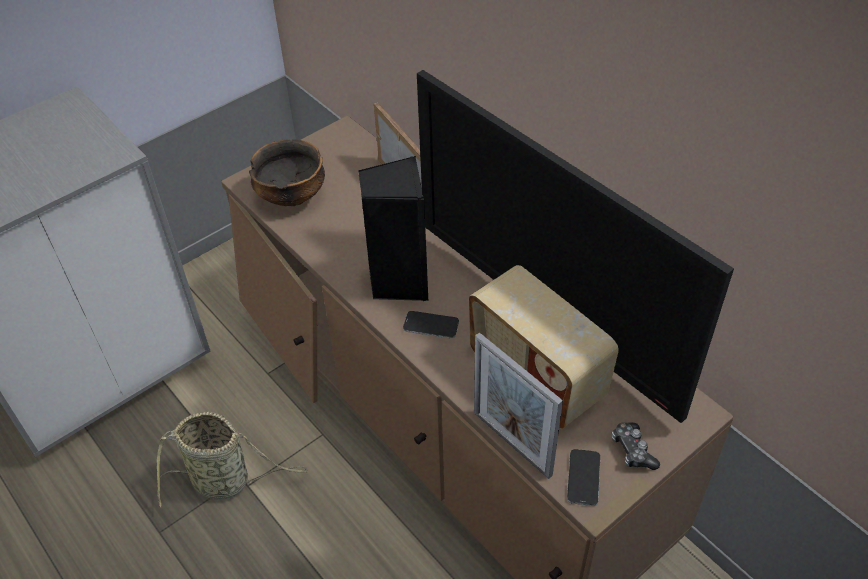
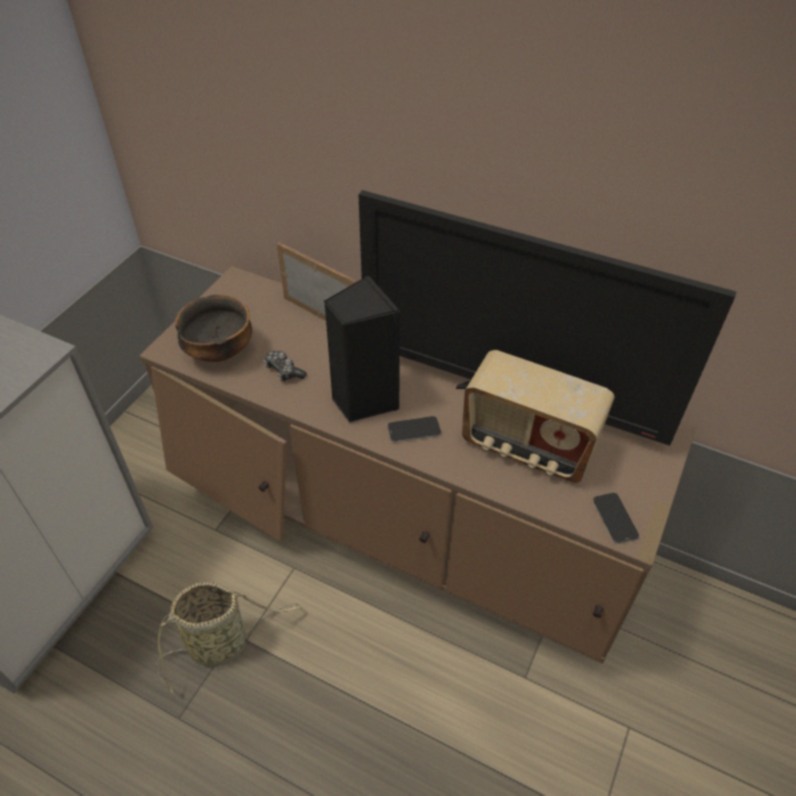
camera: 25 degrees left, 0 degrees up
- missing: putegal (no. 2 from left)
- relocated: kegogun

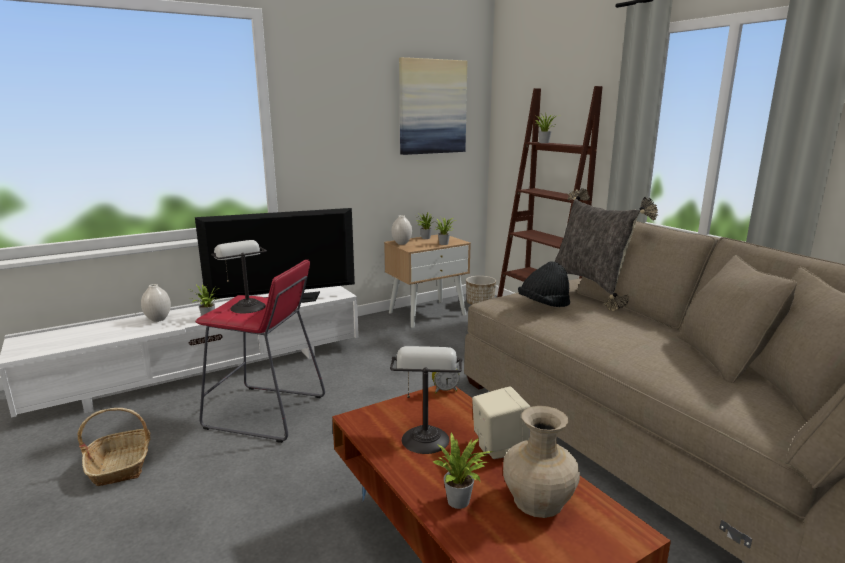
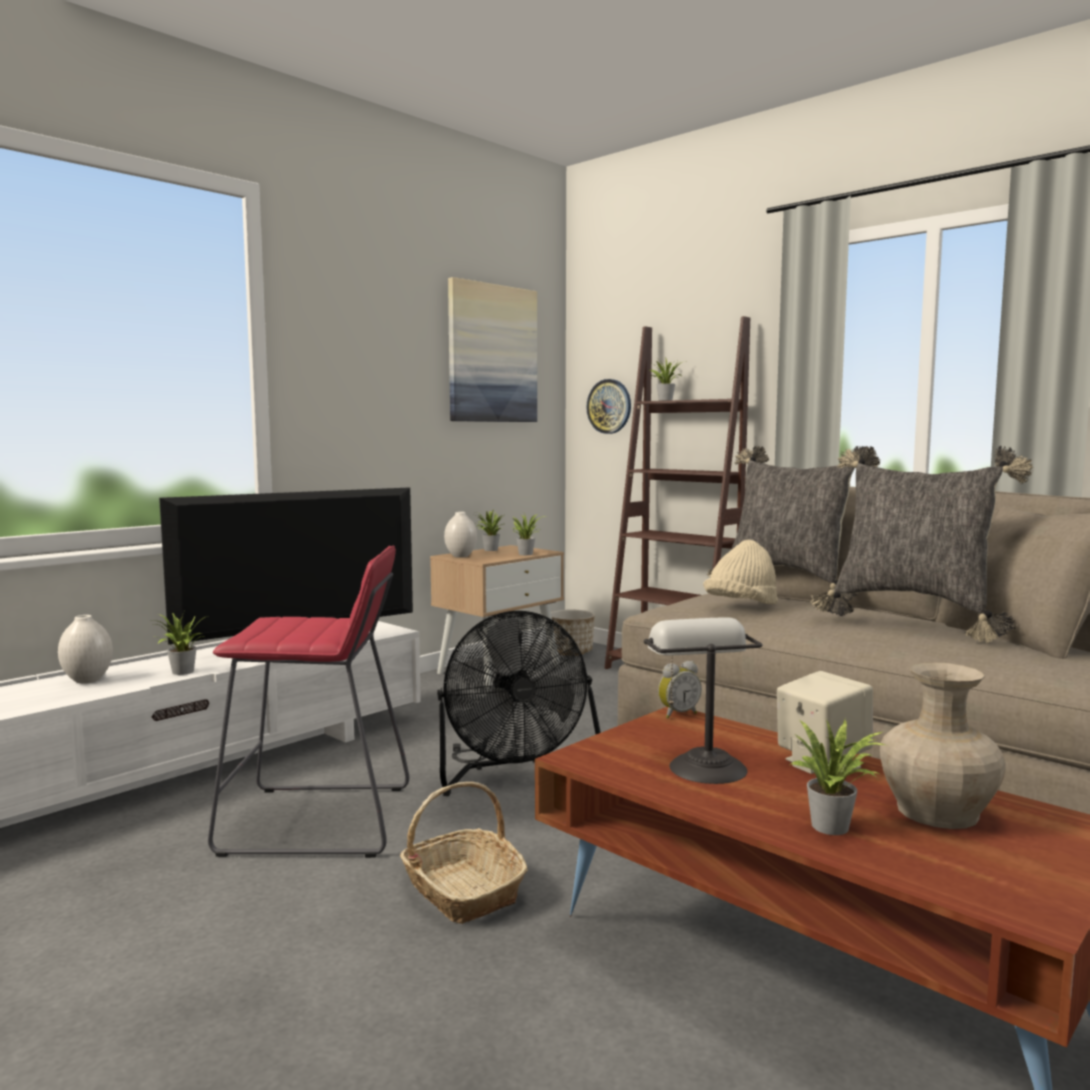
camera: 15 degrees left, 10 degrees down
- missing: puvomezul (no. 1 from left)
- appeared: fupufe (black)
- appeared: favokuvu
- appeared: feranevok (no. 2 from left)
- relocated: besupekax
- colour: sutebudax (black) to sutebudax (beige)

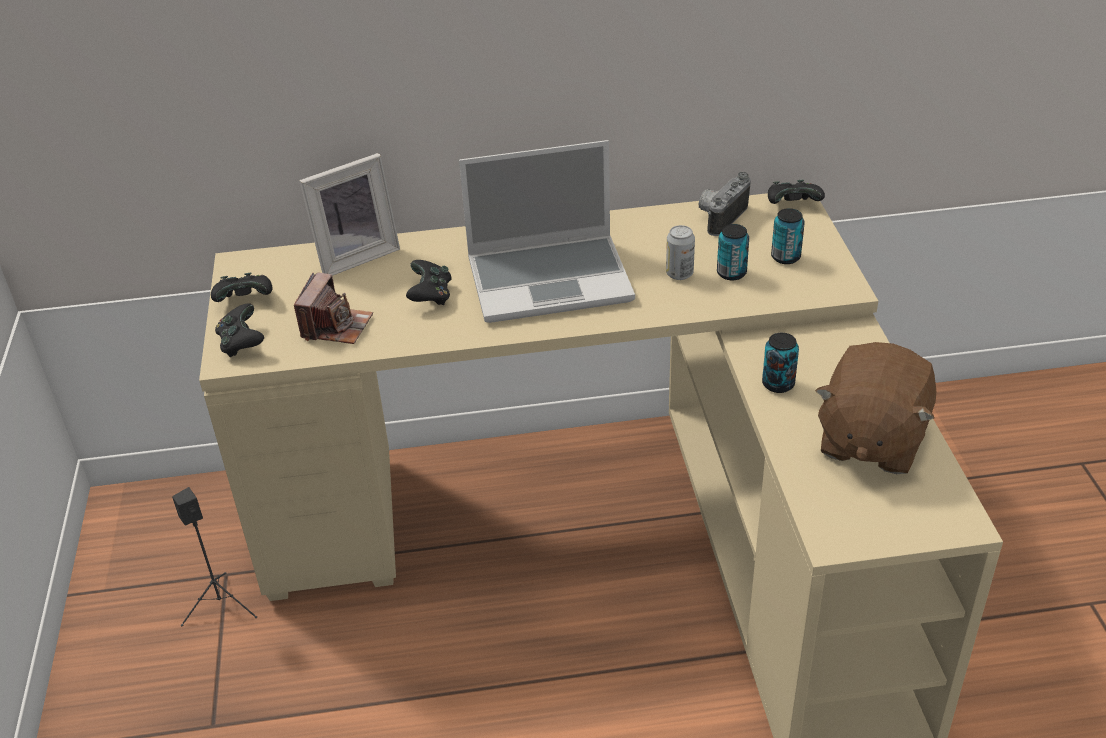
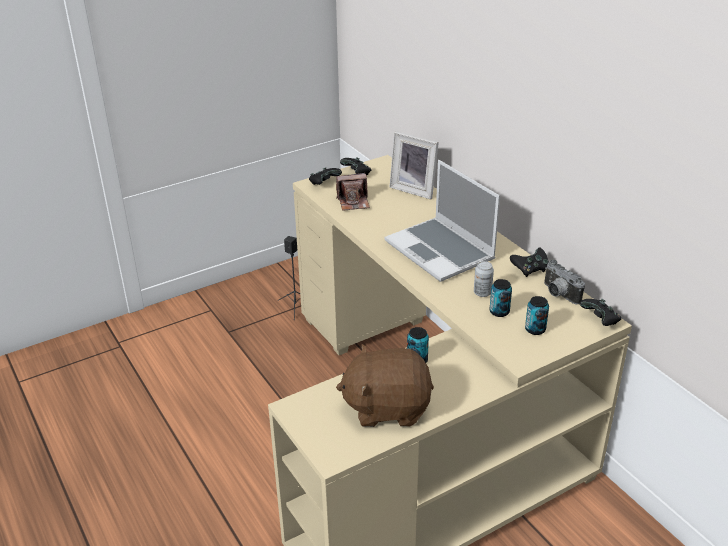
camera: 65 degrees right, 5 degrees down
- relocated: kegogun (black) (no. 3 from left)
- spun: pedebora (no. 2 from left) 135 degrees counterclockwise

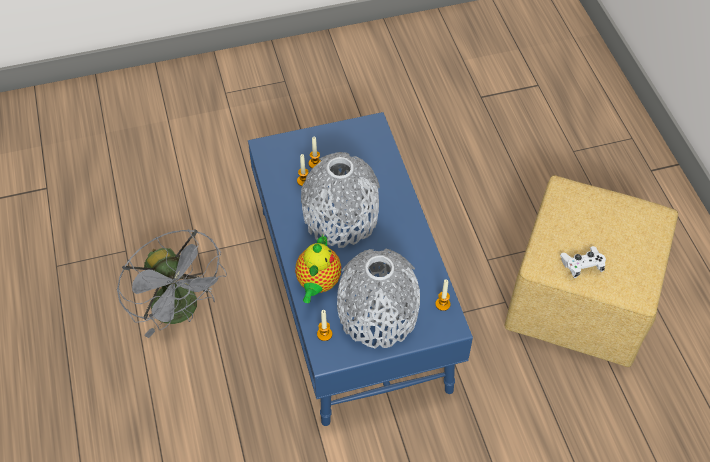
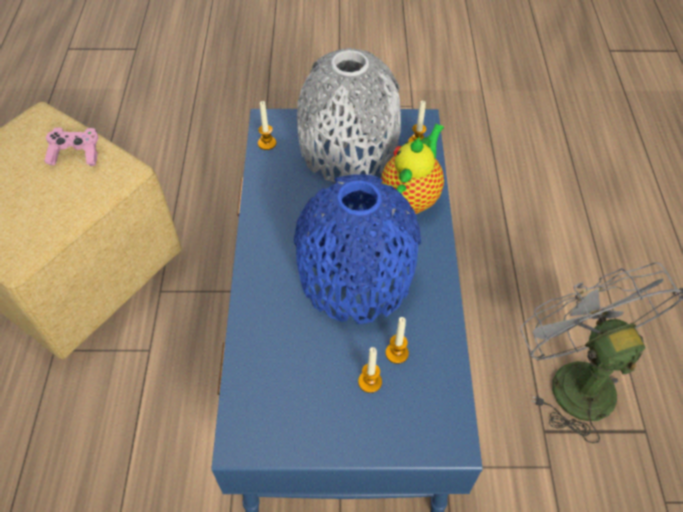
camera: 165 degrees left, 0 degrees up
- colour: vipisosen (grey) (no. 1 from left) to vipisosen (blue)
- colour: kegogun (white) to kegogun (pink)

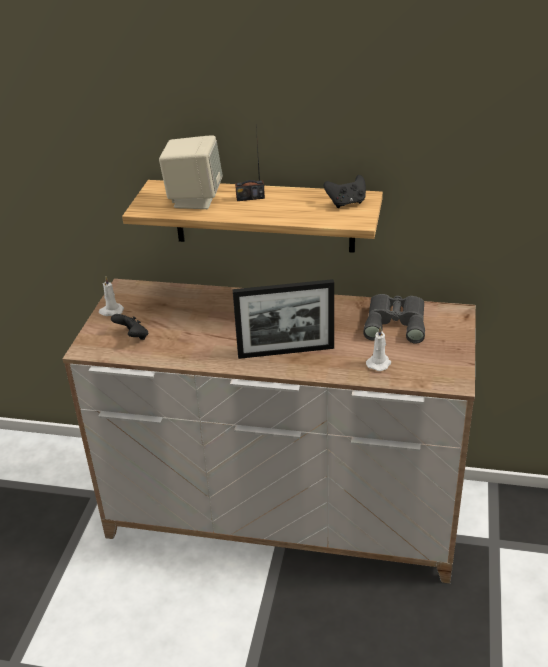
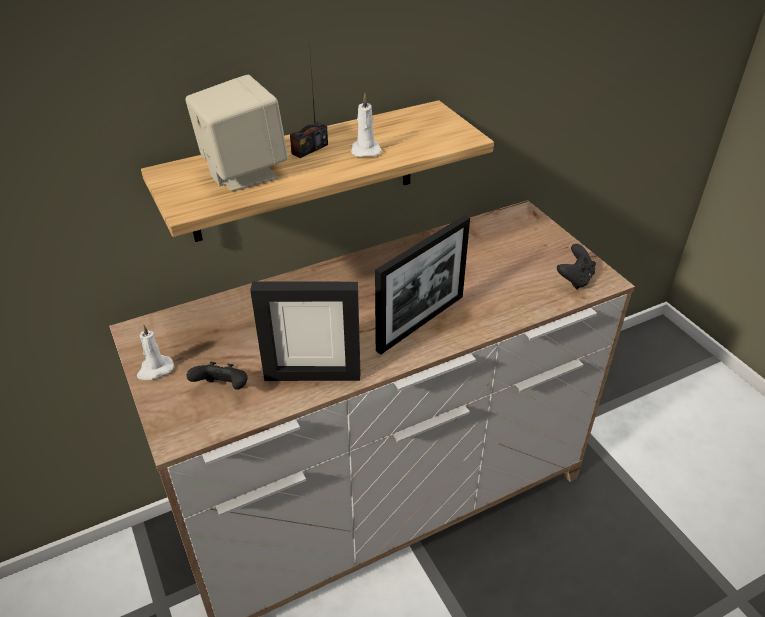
camera: 40 degrees left, 5 degrees up
- missing: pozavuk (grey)
- appeared: putegal (no. 1 from left)
- relocated: kegogun (black) (no. 2 from left)
- relocated: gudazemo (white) (no. 2 from left)

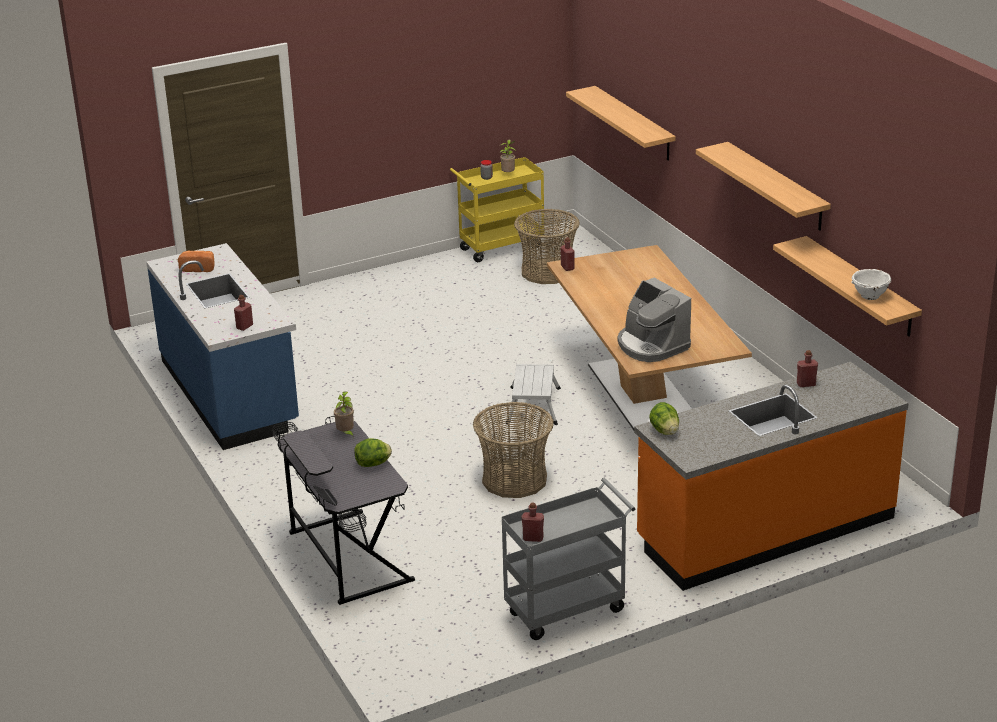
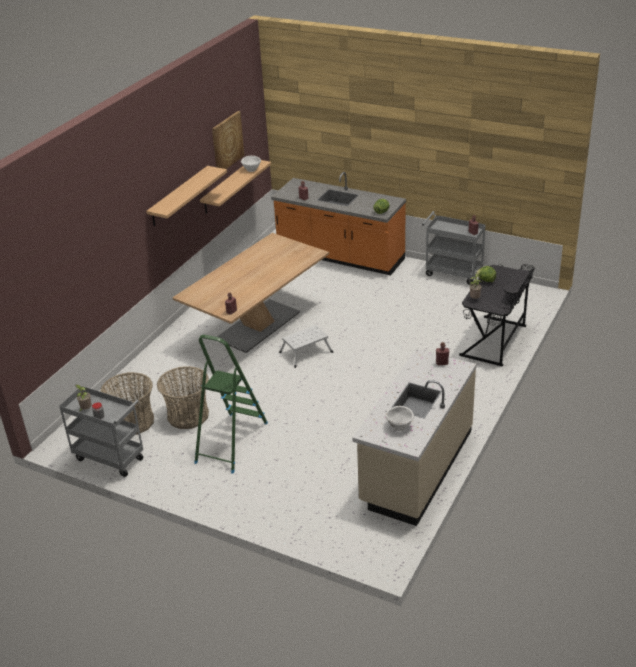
camera: 125 degrees left, 5 degrees up
- missing: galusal (no. 1 from left)
- missing: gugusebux
- appeared: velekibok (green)
- appeared: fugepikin
- relocated: besupekax (no. 1 from left in the first image) to besupekax (no. 2 from left)
- exchanged: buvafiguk to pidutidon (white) (no. 2 from left)
- colour: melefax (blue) to melefax (beige)
- colour: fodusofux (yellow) to fodusofux (grey) (no. 1 from left)

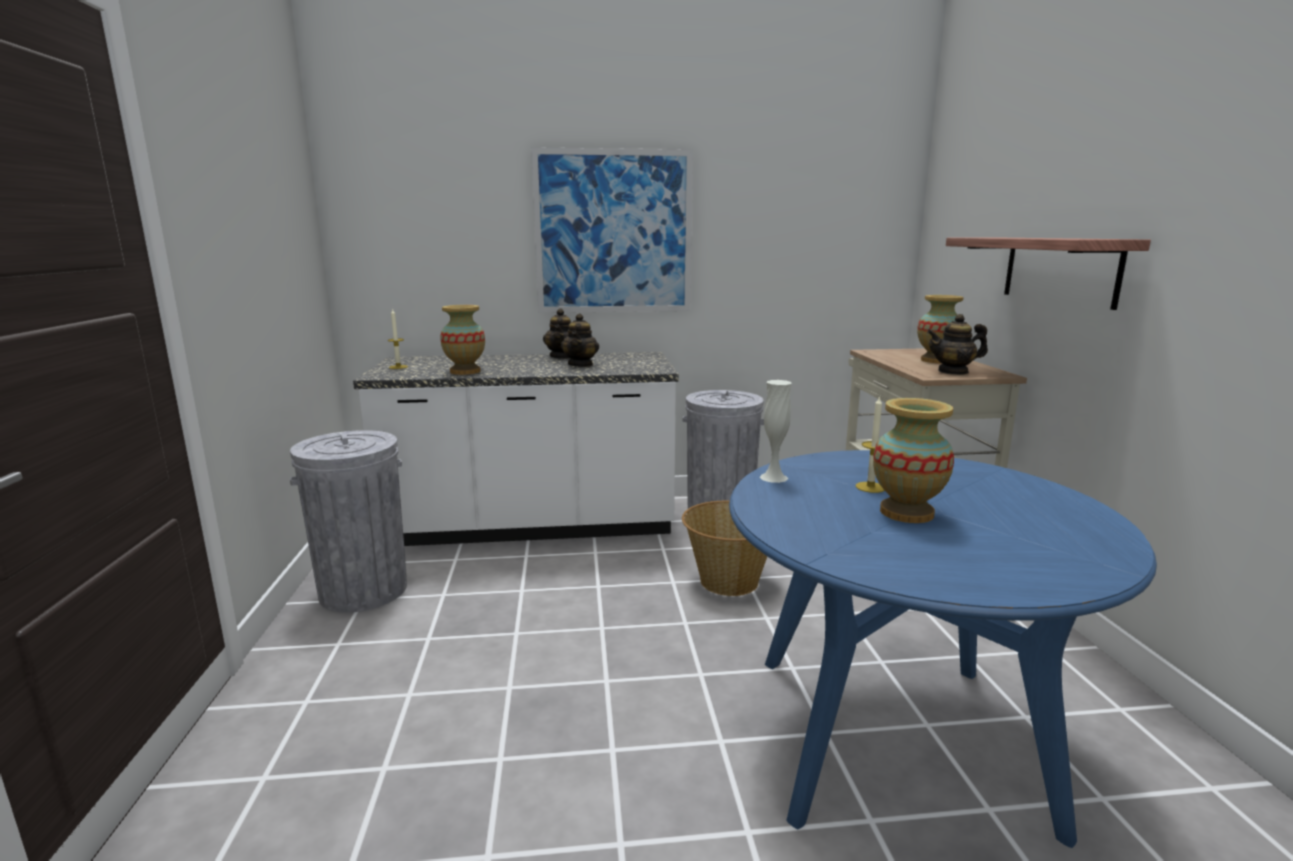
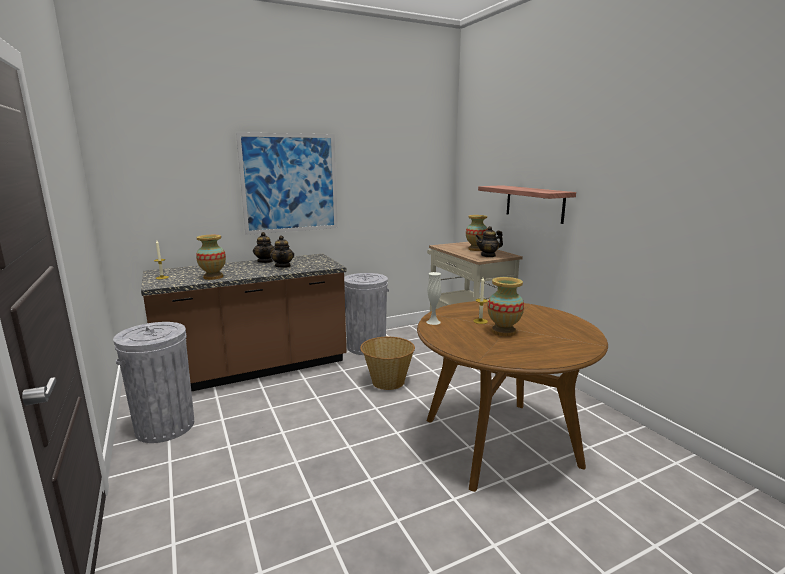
camera: 20 degrees left, 0 degrees up
- colour: melefax (white) to melefax (brown)
- colour: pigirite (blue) to pigirite (brown)

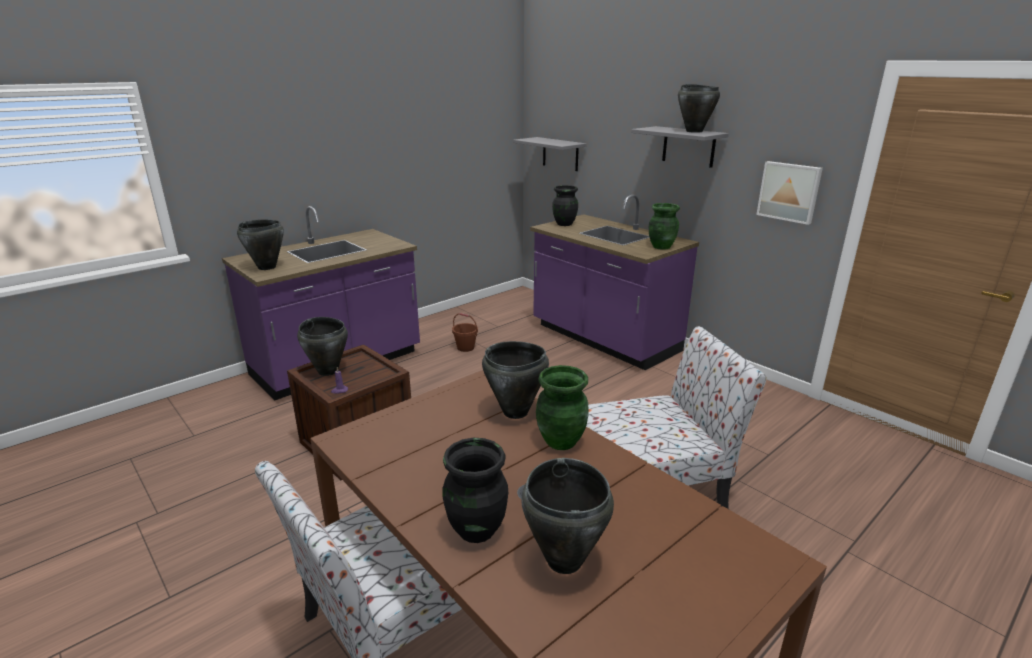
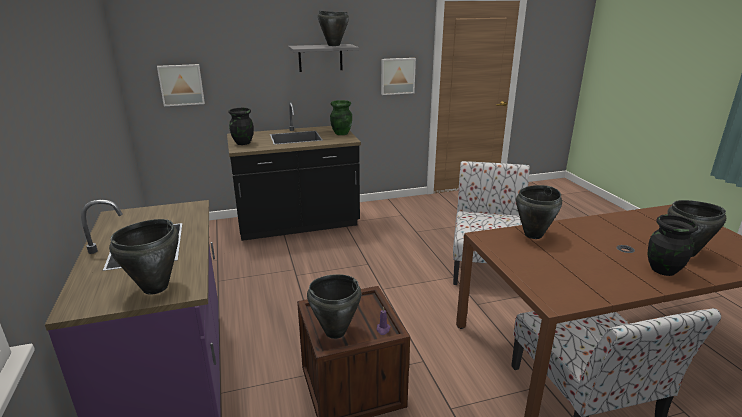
camera: 65 degrees left, 0 degrees up
- missing: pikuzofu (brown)
- missing: vipisosen (green) (no. 1 from left)
- exchanged: galusal (grey) (no. 1 from left) to fugepikin (no. 1 from left)
- colour: melefax (purple) (no. 2 from left) to melefax (black)

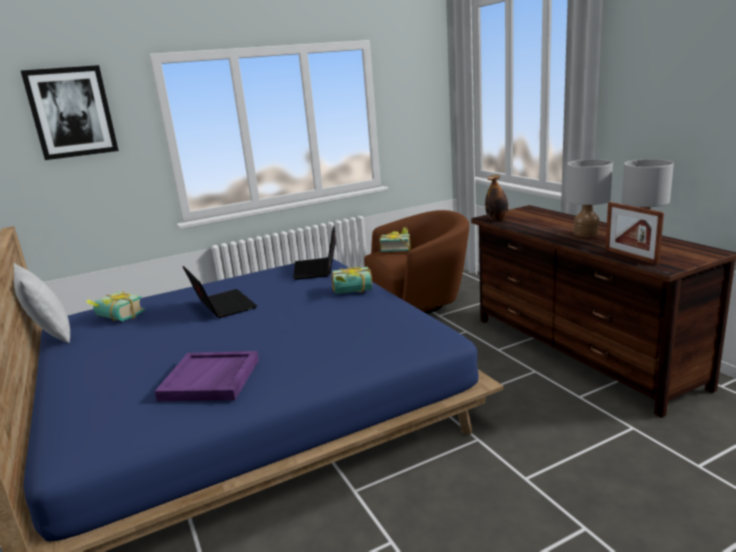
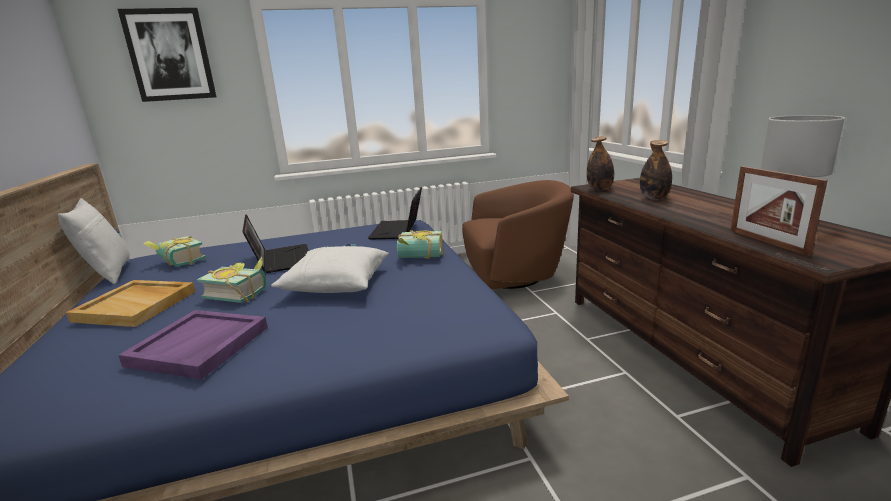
camera: 10 degrees right, 0 degrees up
- missing: puvomezul (grey) (no. 1 from left)
- appeared: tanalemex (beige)
- appeared: feranevok (grey) (no. 2 from left)
- appeared: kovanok (no. 2 from left)
- relocated: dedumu (no. 3 from left in the first image) to dedumu (no. 2 from left)

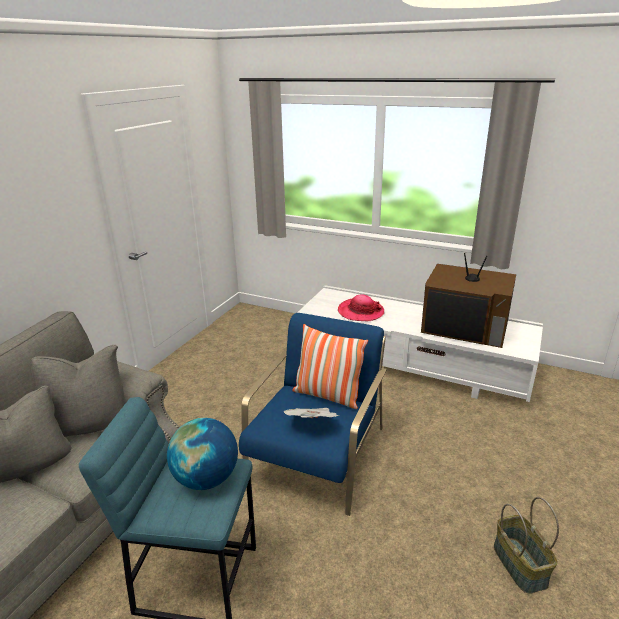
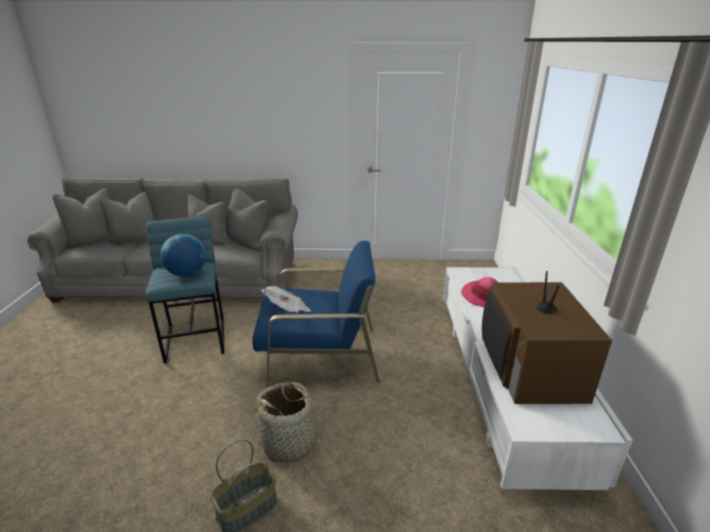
camera: 65 degrees right, 0 degrees up
- missing: feranevok
- appeared: besupekax (no. 2 from left)

